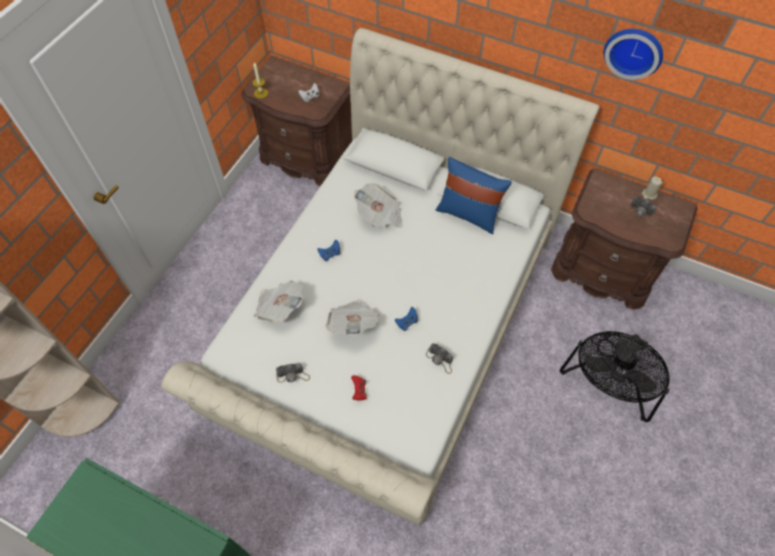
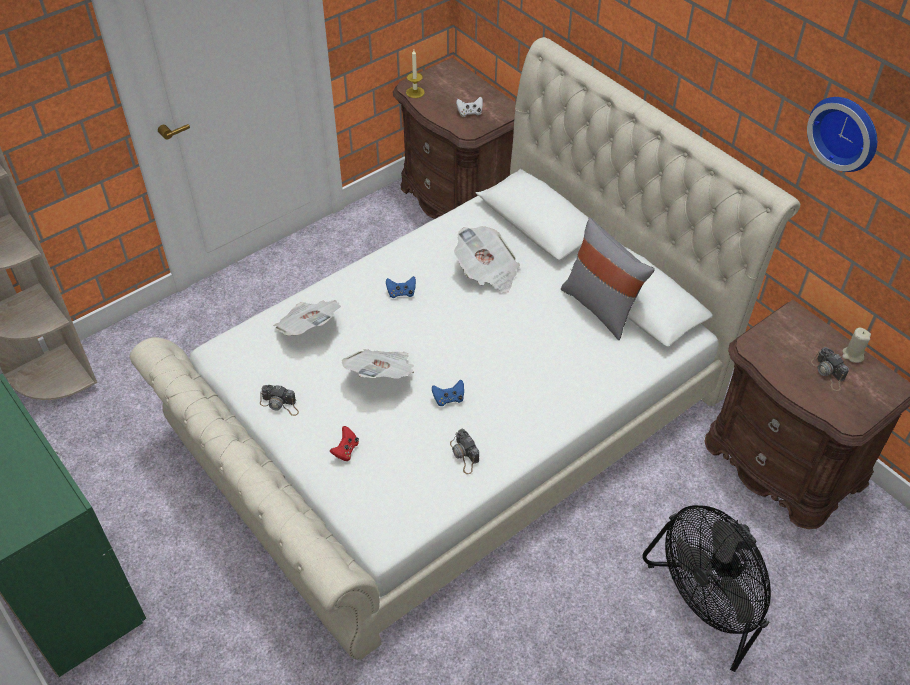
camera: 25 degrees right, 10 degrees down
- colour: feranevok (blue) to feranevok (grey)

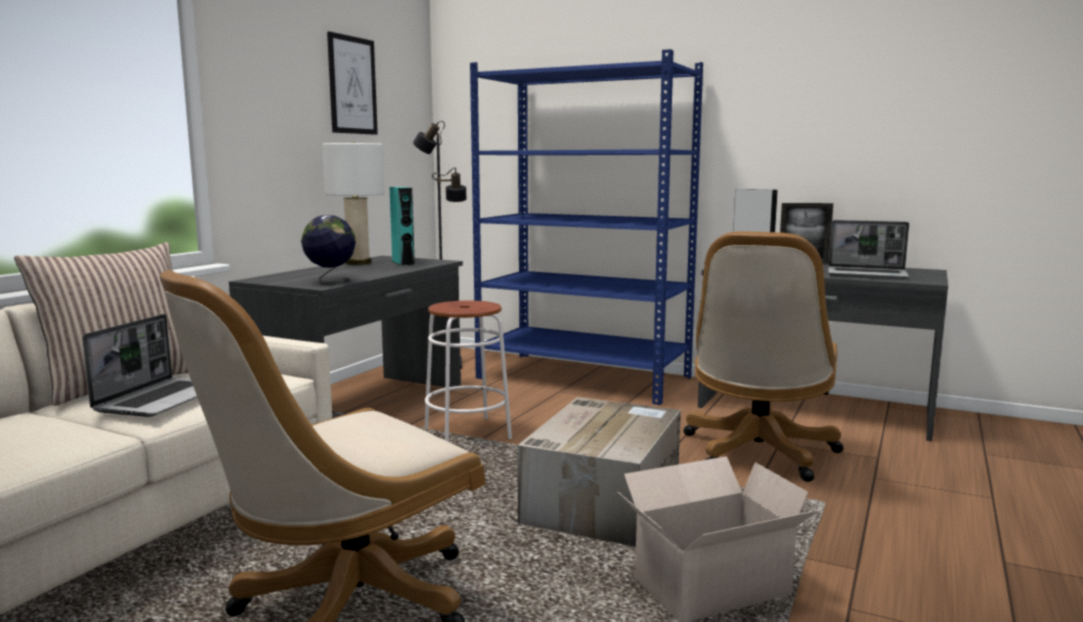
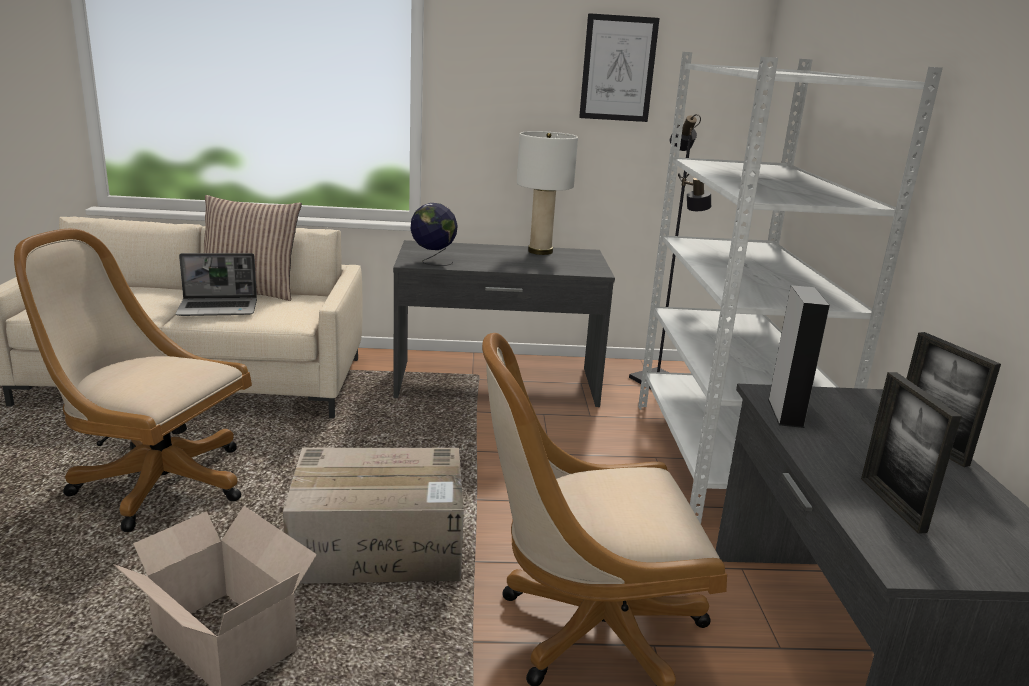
camera: 60 degrees right, 10 degrees up
- missing: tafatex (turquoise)
- missing: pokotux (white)
- exchanged: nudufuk (no. 2 from left) to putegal (no. 1 from left)
- colour: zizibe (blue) to zizibe (white)

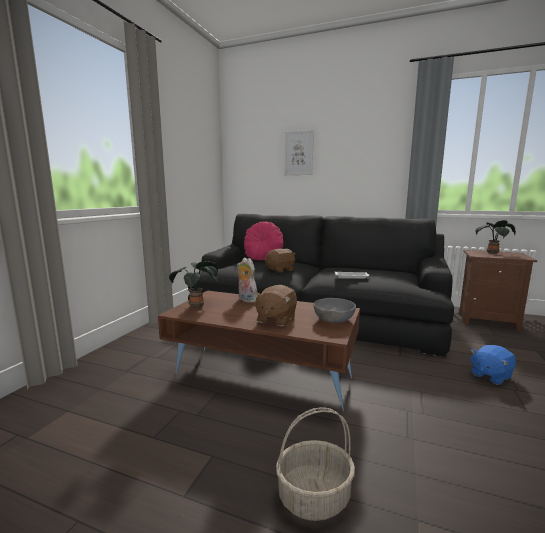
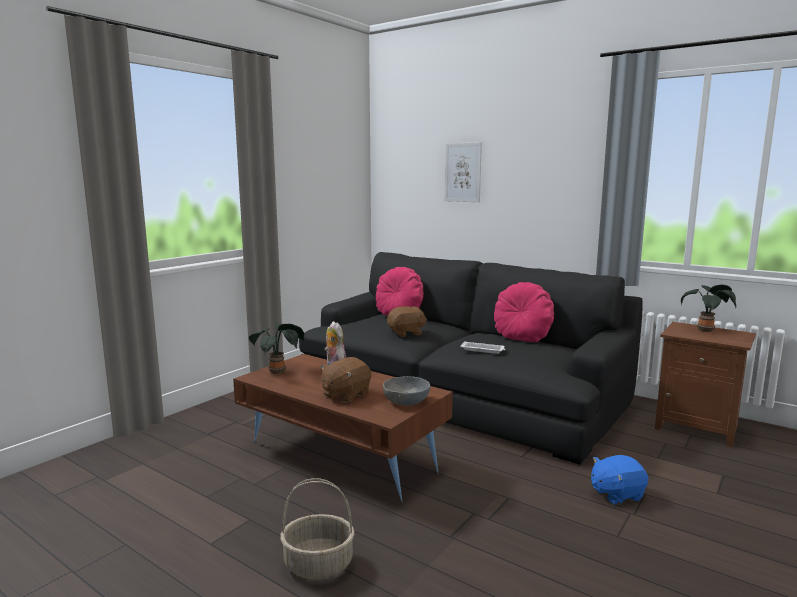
camera: 15 degrees right, 0 degrees up
- appeared: feranevok (pink) (no. 2 from left)

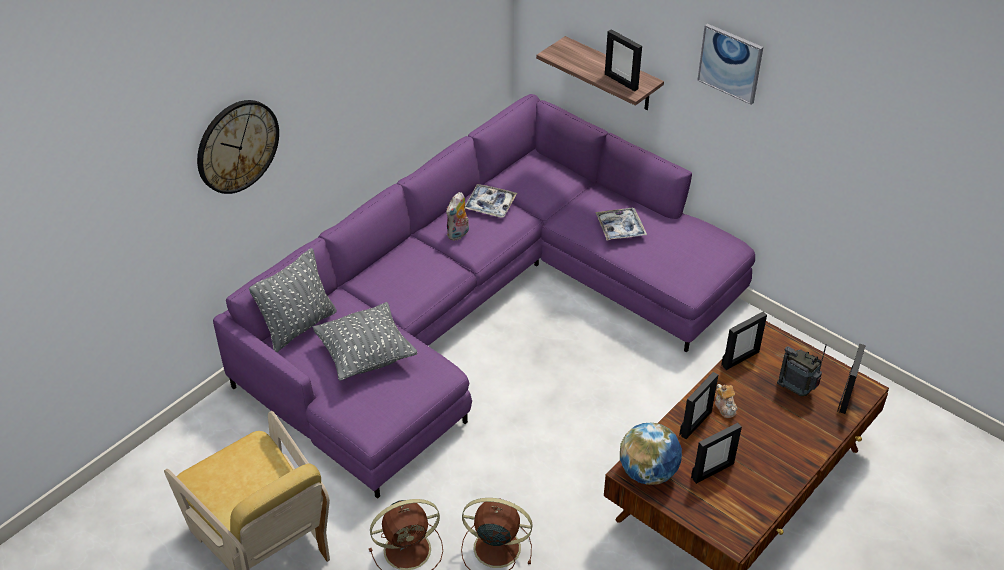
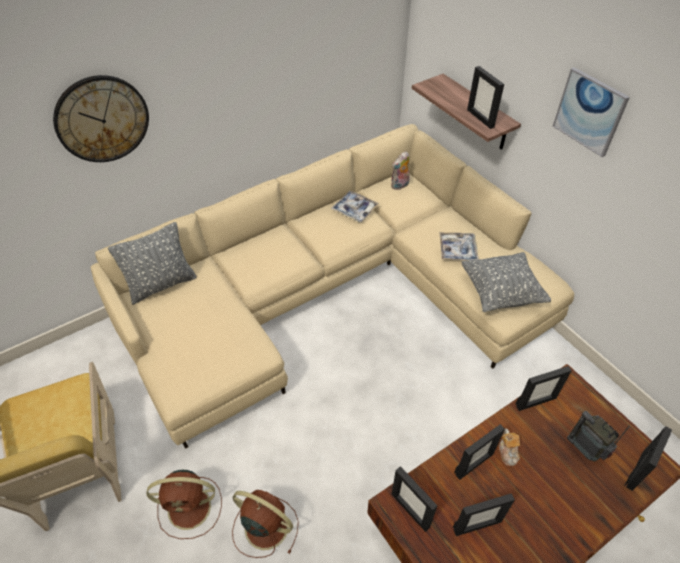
camera: 15 degrees right, 5 degrees up
- relocated: feranevok (grey) (no. 2 from left)
- relocated: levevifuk
- exchanged: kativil to putegal (no. 1 from left)
- colour: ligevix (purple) to ligevix (beige)

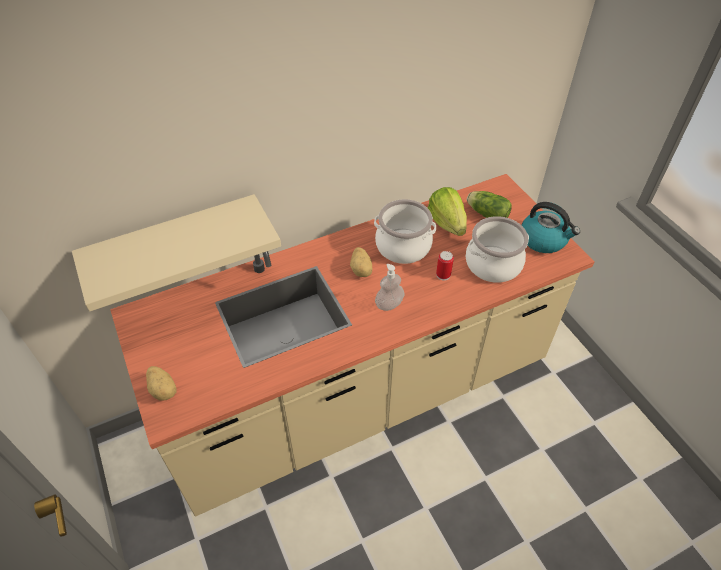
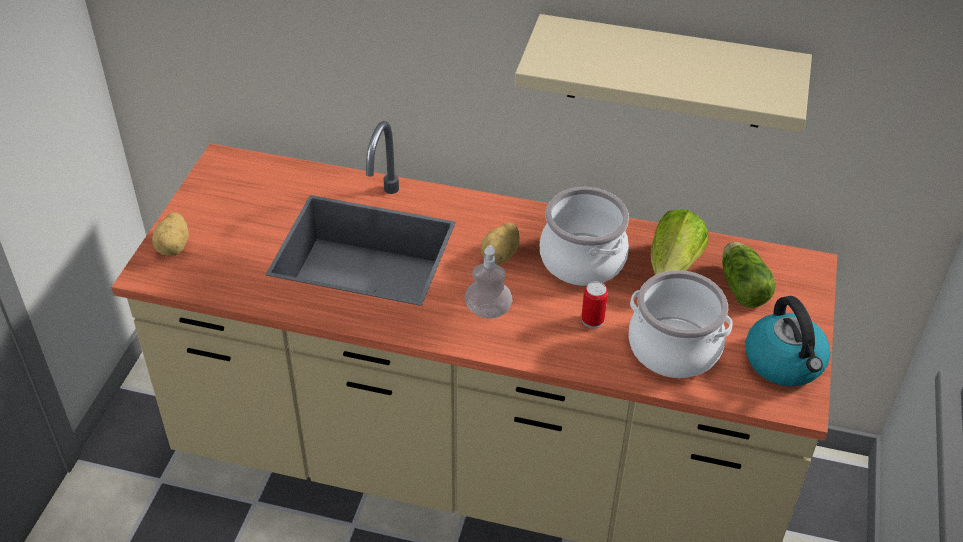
camera: 40 degrees right, 5 degrees down
- relocated: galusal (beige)

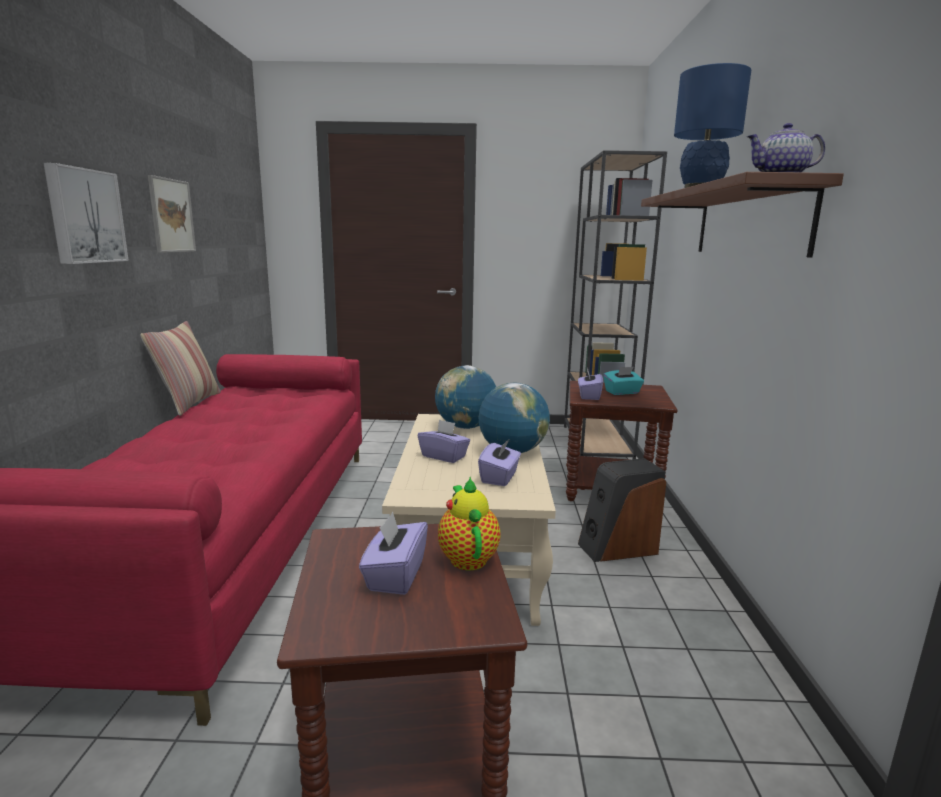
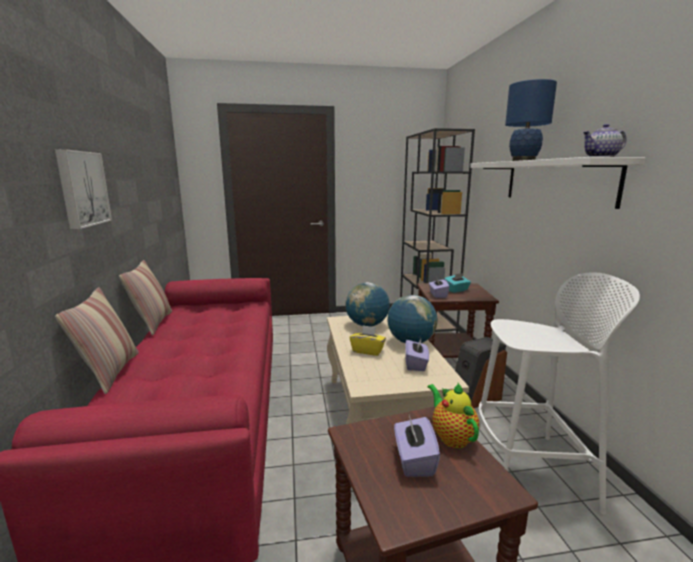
camera: 10 degrees left, 0 degrees up
- missing: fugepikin (no. 2 from left)
- appeared: feranevok (no. 1 from left)
- appeared: pokotux (white)
- colour: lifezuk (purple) (no. 2 from left) to lifezuk (yellow)
- colour: galusal (brown) to galusal (white)

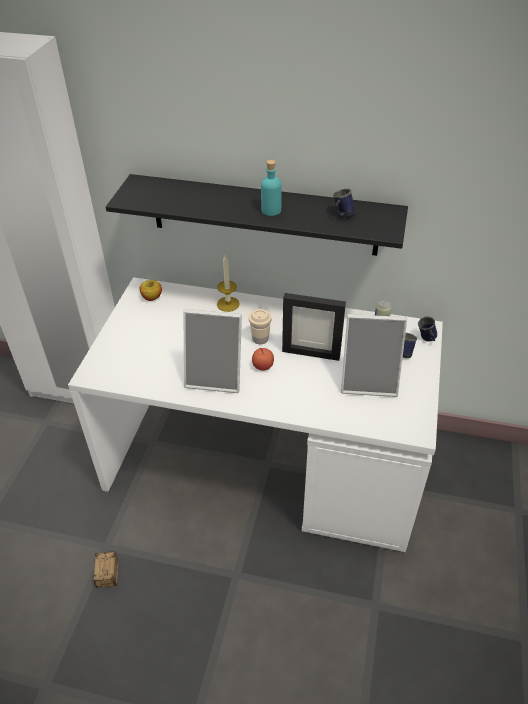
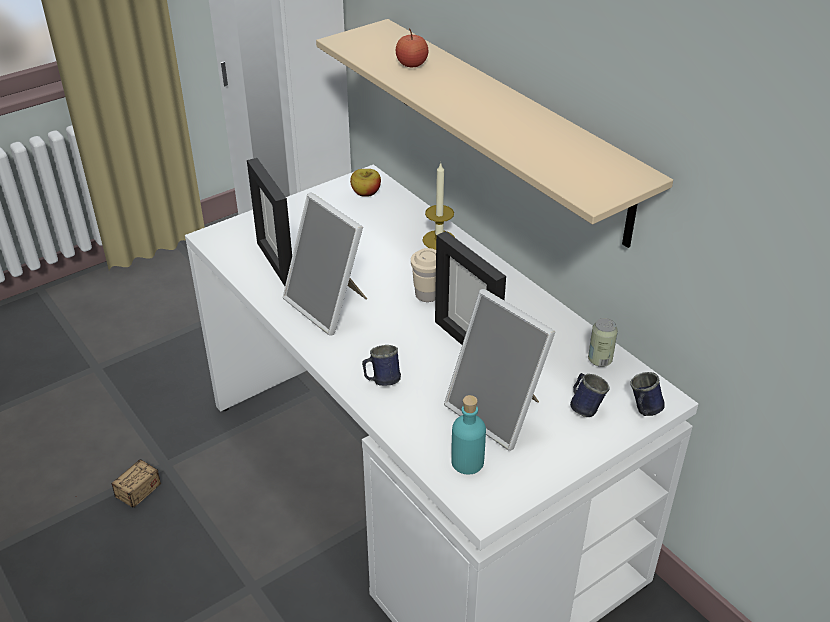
camera: 40 degrees right, 5 degrees down
- appeared: putegal (no. 1 from left)
- relocated: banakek (no. 2 from left)
- relocated: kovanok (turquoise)
- relocated: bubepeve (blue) (no. 1 from left)
- colour: galusal (black) to galusal (beige)

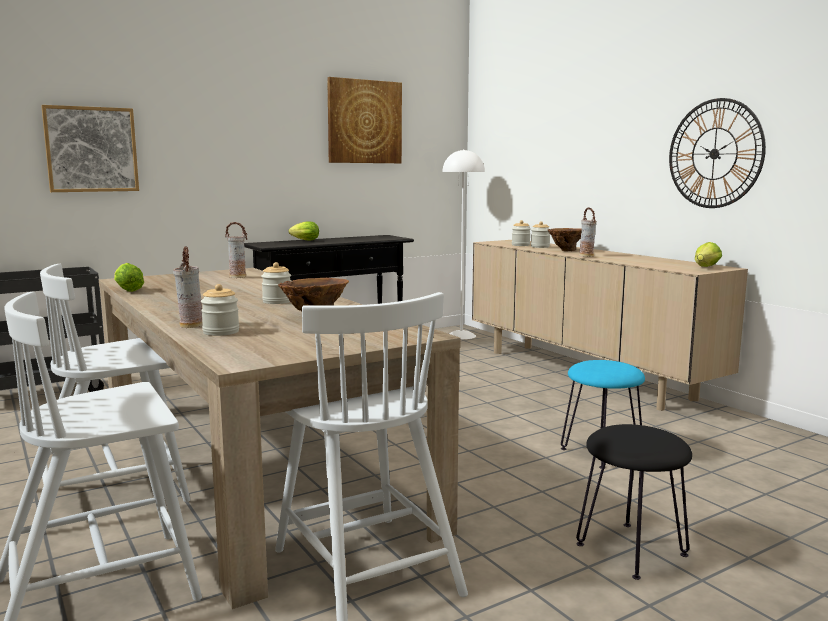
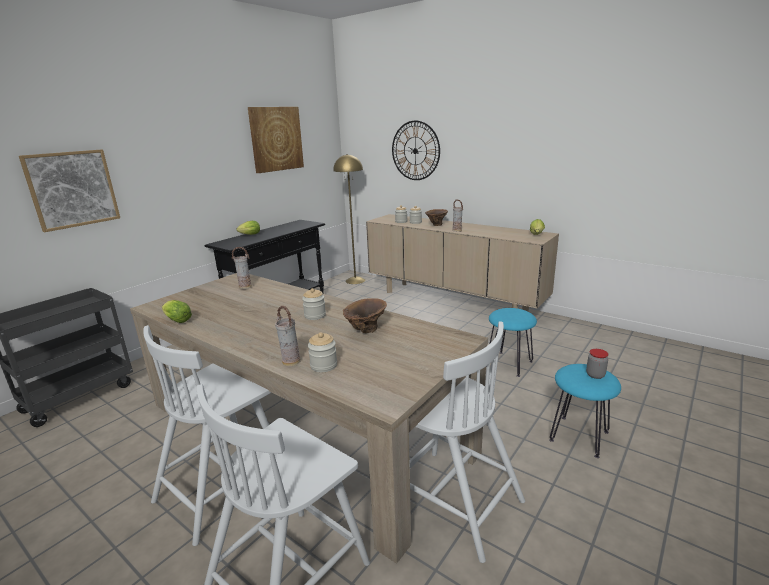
camera: 20 degrees left, 10 degrees up
- appeared: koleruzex (no. 5 from left)
- relocated: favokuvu
- colour: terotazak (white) to terotazak (yellow)
- colour: pokotux (black) to pokotux (turquoise) (no. 2 from left)

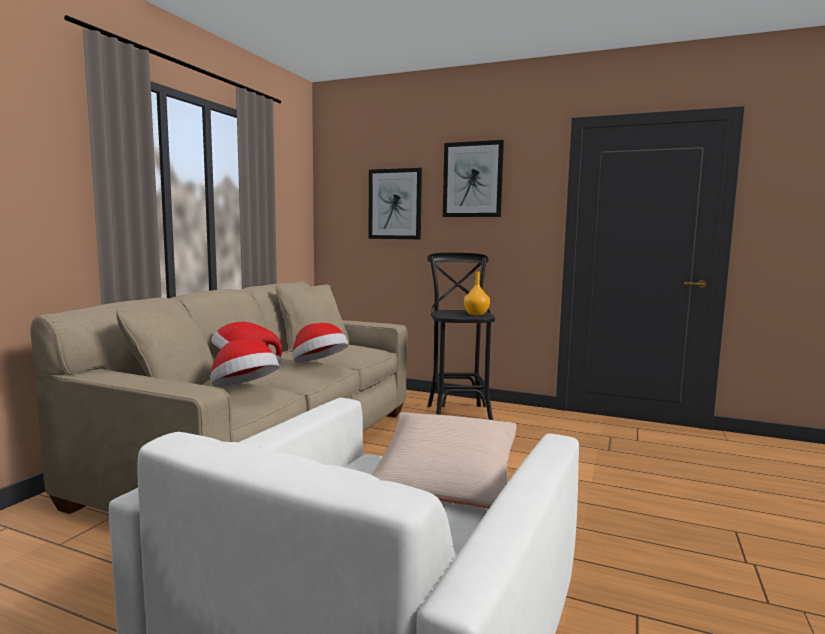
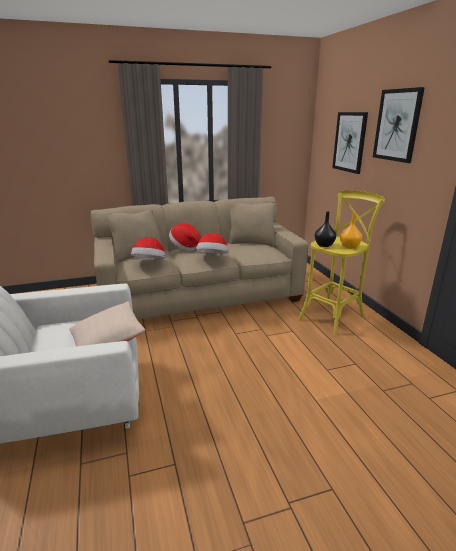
camera: 50 degrees right, 15 degrees up
- appeared: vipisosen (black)
- colour: pokotux (black) to pokotux (yellow)

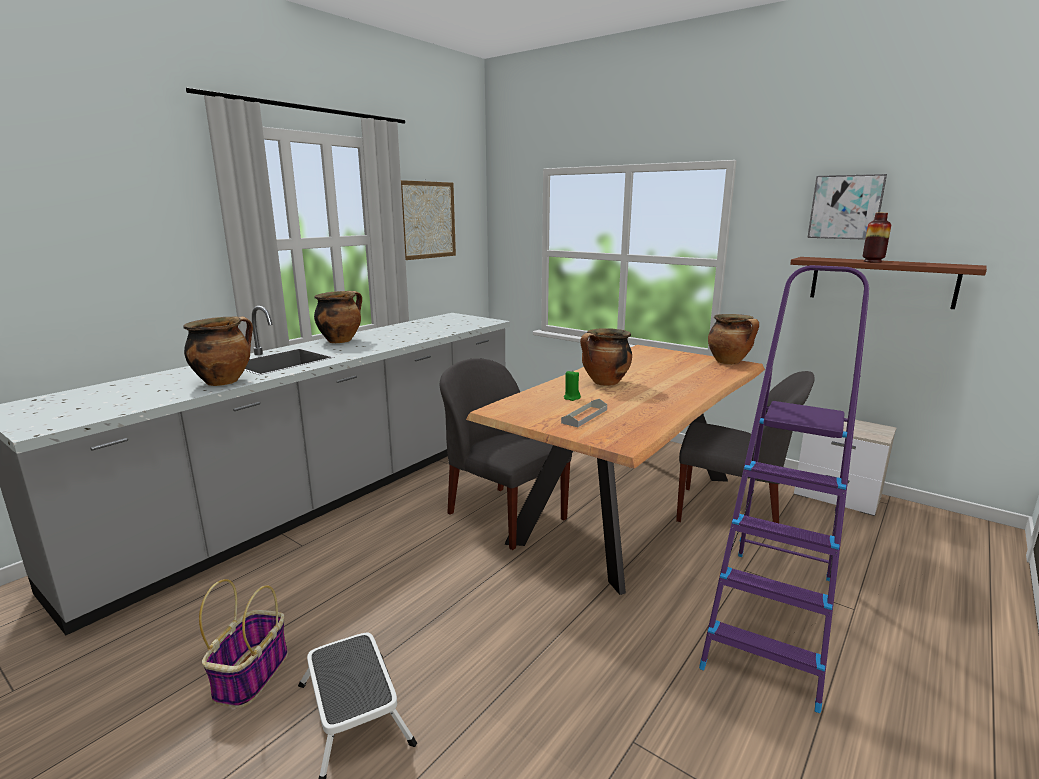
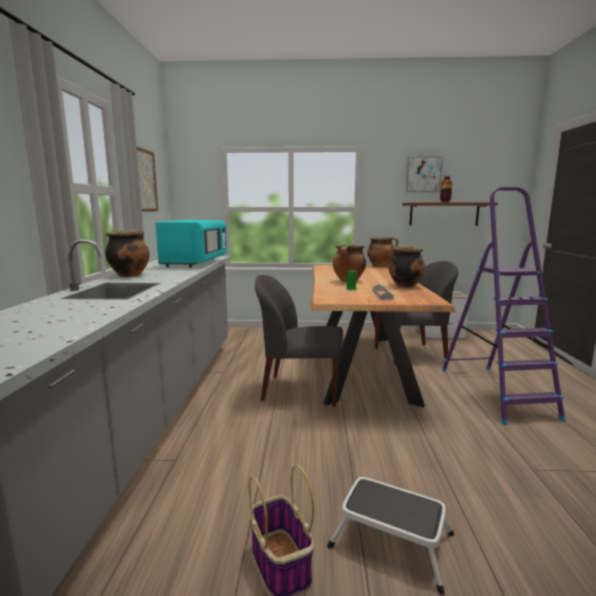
camera: 35 degrees left, 5 degrees down
- appeared: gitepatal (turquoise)
- relocated: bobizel (no. 1 from left in the first image) to bobizel (no. 4 from left)

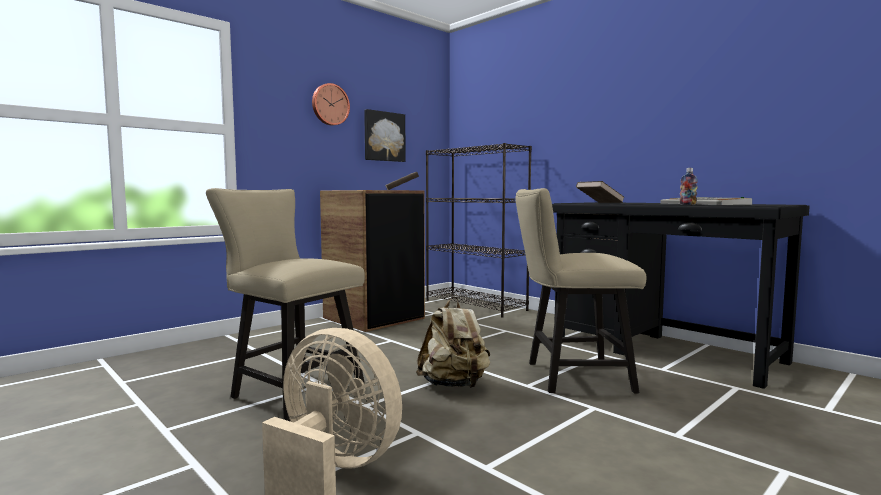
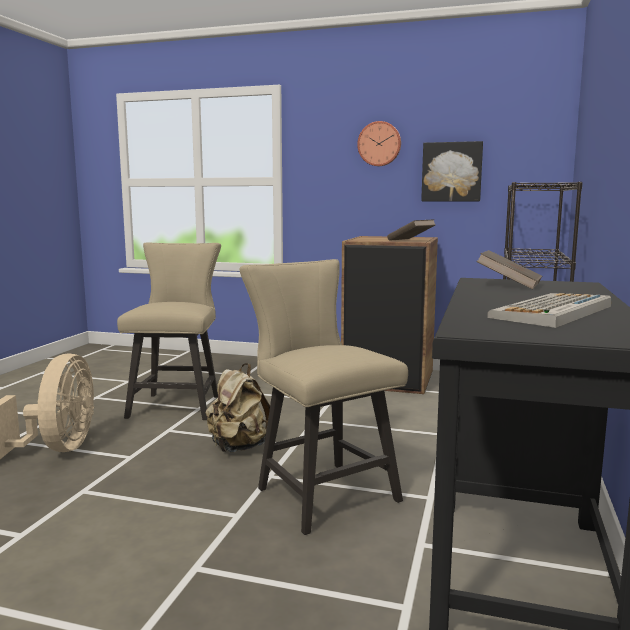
camera: 60 degrees right, 5 degrees up
- missing: kovanok

